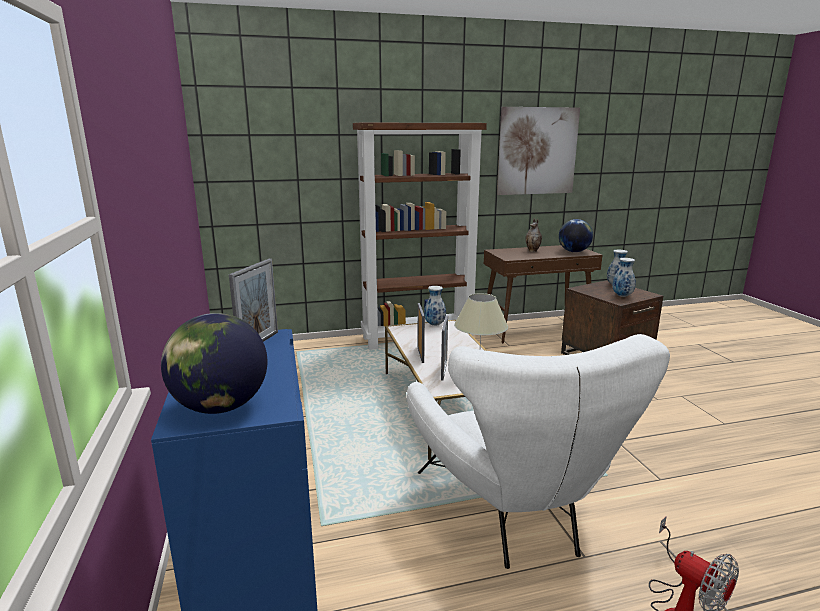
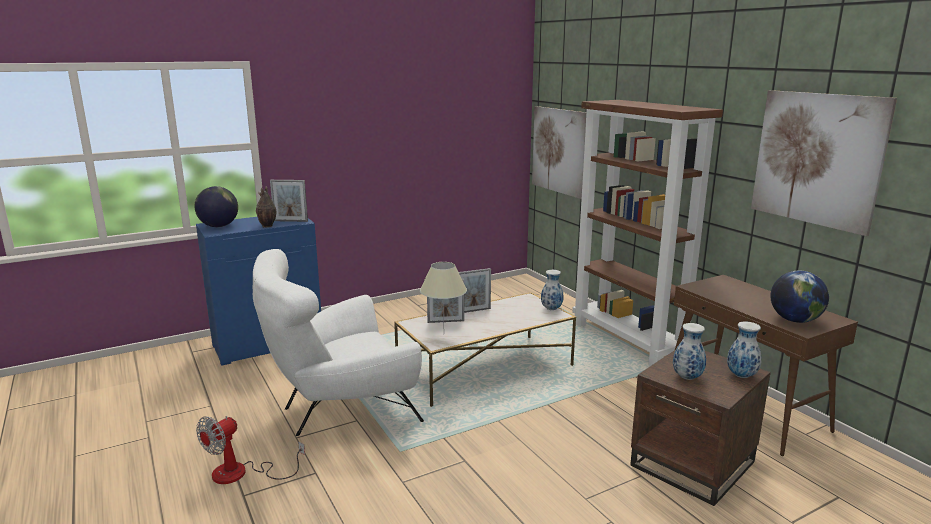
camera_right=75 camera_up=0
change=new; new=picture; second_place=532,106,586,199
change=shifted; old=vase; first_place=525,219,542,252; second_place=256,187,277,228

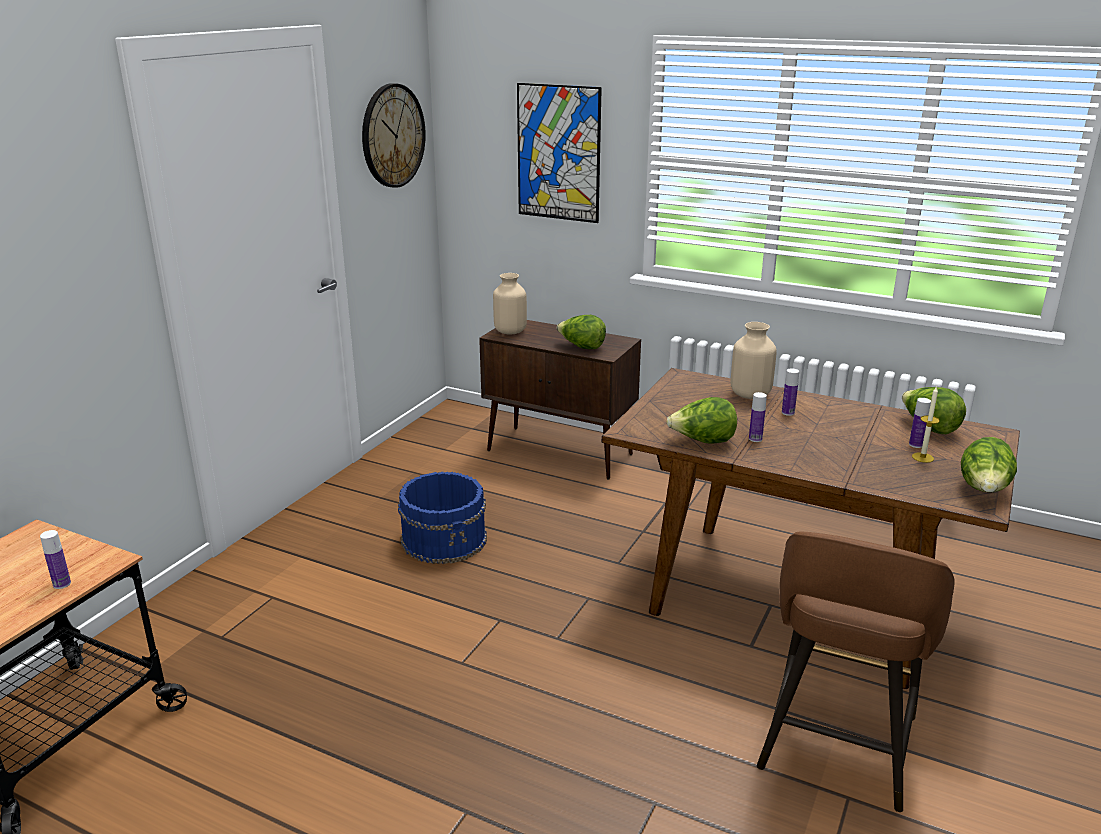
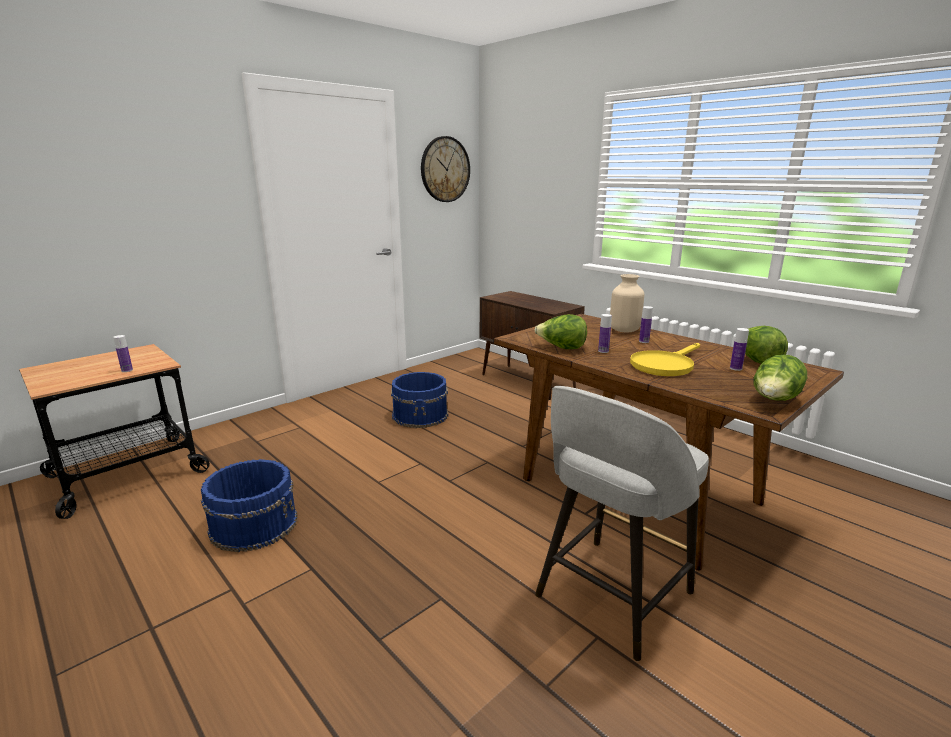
camera_right=20 camera_up=-5
change=gone; old=beige vase; first_place=493,273,527,335
change=gone; old=picture; first_place=517,83,602,223
change=gone; old=lettuce; first_place=557,315,606,349
change=gone; old=candle; first_place=912,386,940,463
change=new; new=blue bucket; second_place=201,459,298,552
change=new; new=yellow frying pan; second_place=630,343,700,376
change=repainted; old=brown stool; new=grey stool; first_place=757,532,955,812; second_place=535,386,709,661

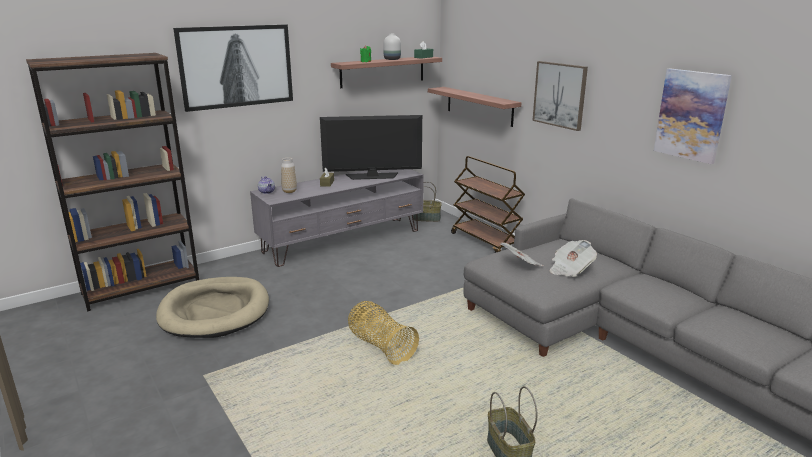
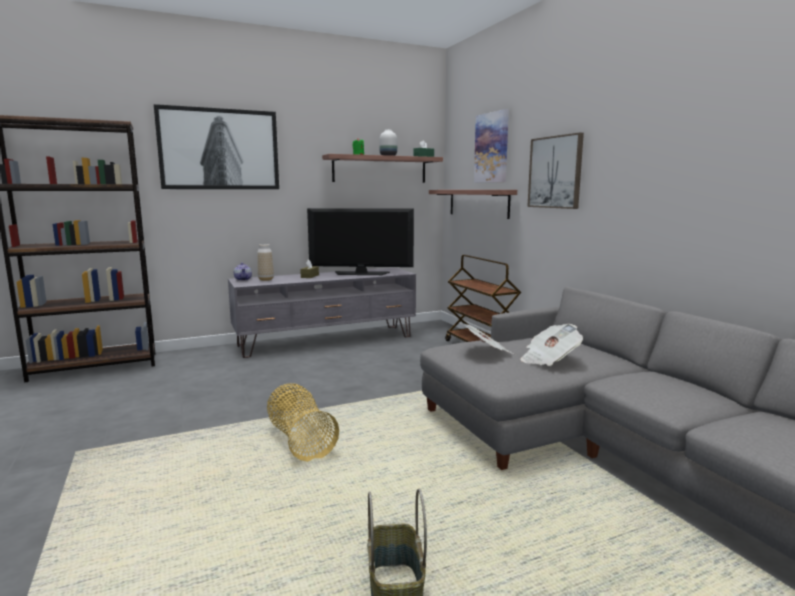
camera_right=10 camera_up=-10
change=gone; old=beige dog bed; first_place=156,277,269,338
change=gone; old=basket; first_place=413,182,442,222
change=shifted; old=picture; first_place=654,68,732,164; second_place=474,109,509,183

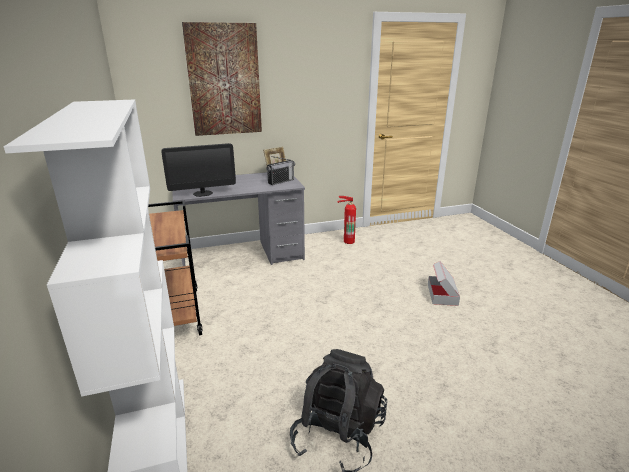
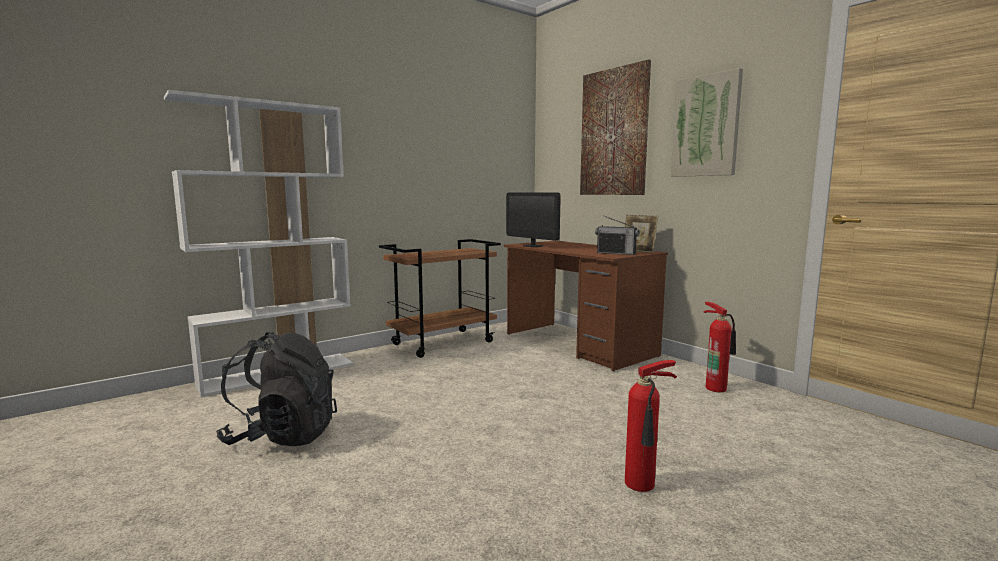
camera_right=70 camera_up=-15
change=new; new=picture; second_place=671,68,743,177
change=swapped; old=cardboard box; new=fire extinguisher; first_place=428,261,460,306; second_place=625,360,677,492
change=repainted; old=grey desk; new=brown desk; first_place=172,172,305,266; second_place=504,241,668,371

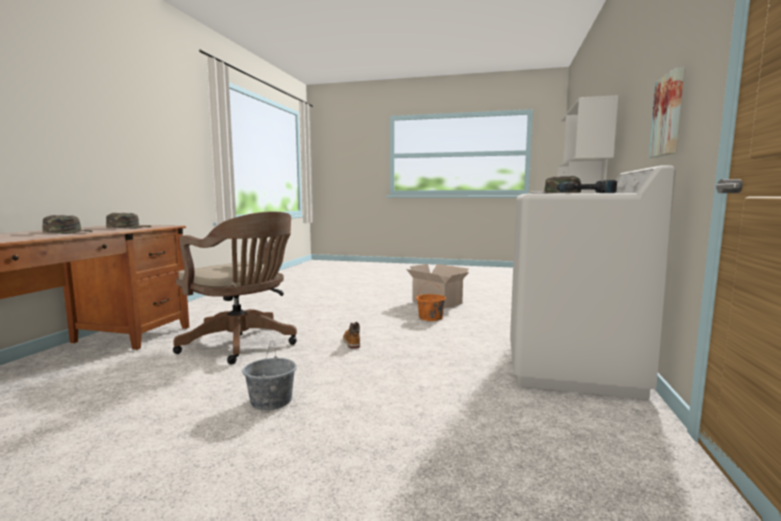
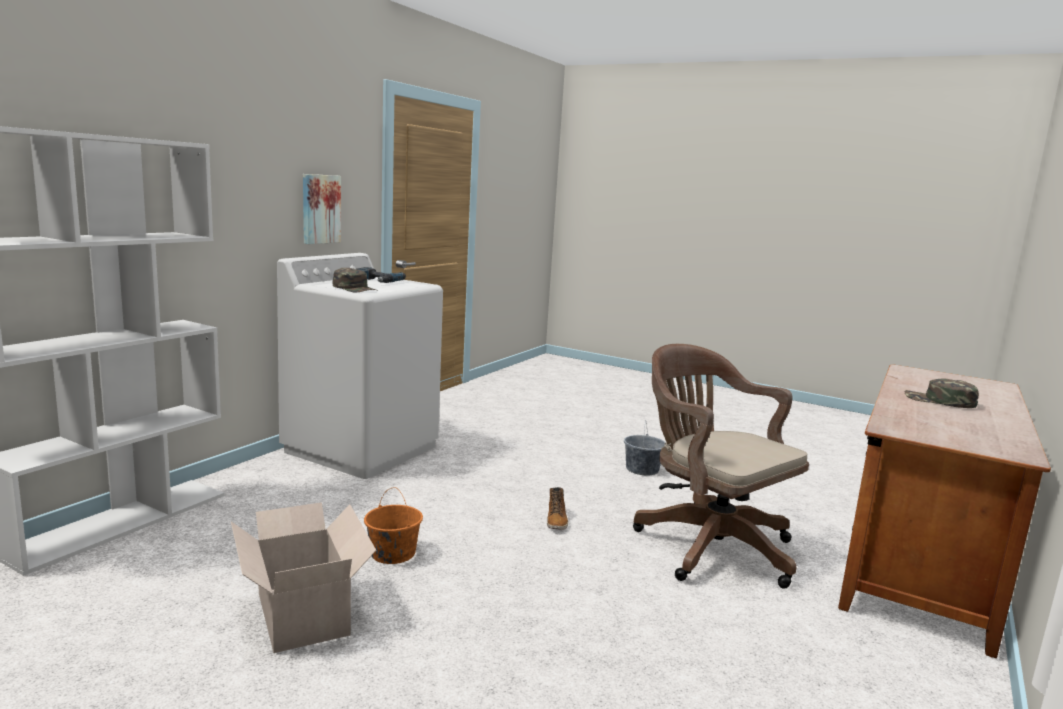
camera_right=-165 camera_up=5
change=gone; old=green cap; first_place=106,213,152,229

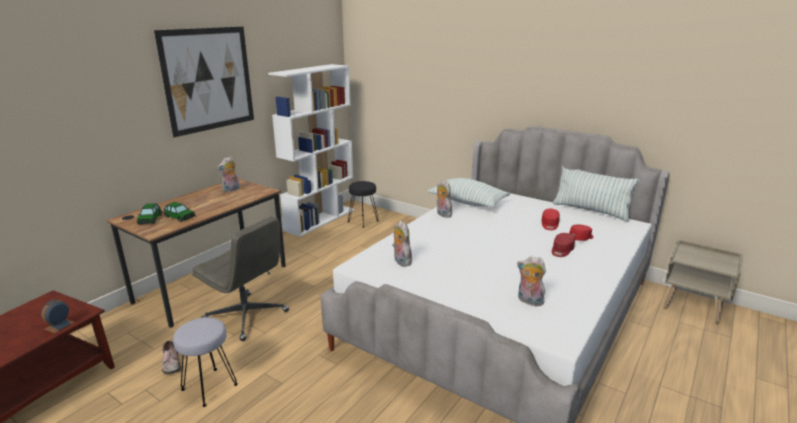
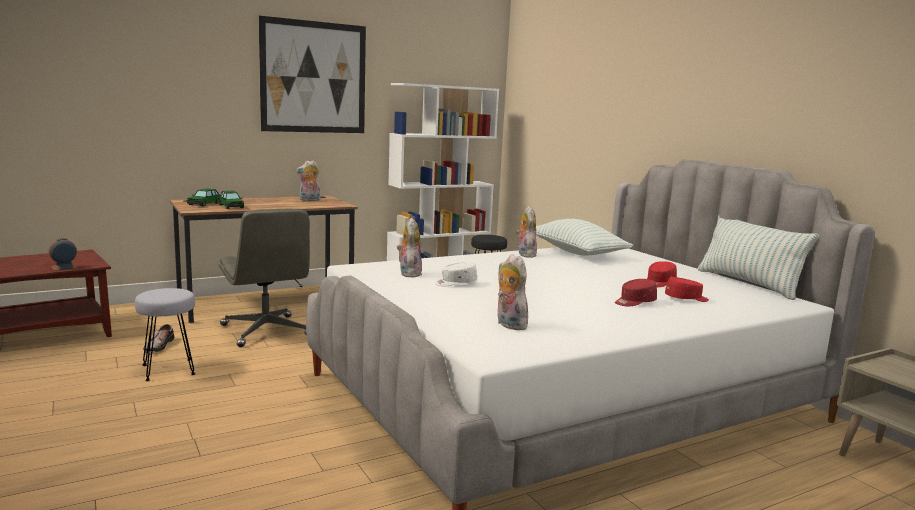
camera_right=25 camera_up=-10
change=new; new=white cap; second_place=434,262,477,286

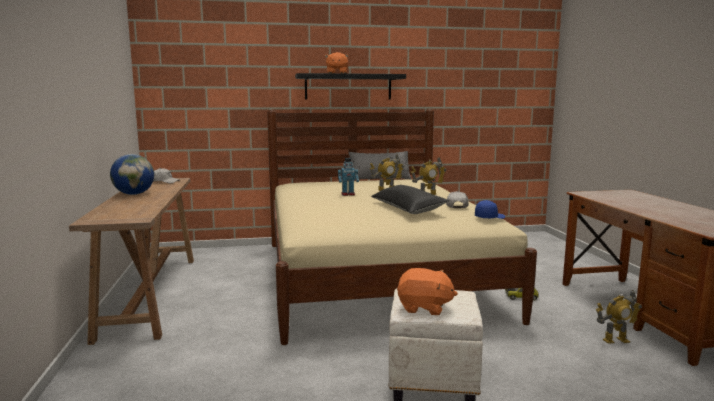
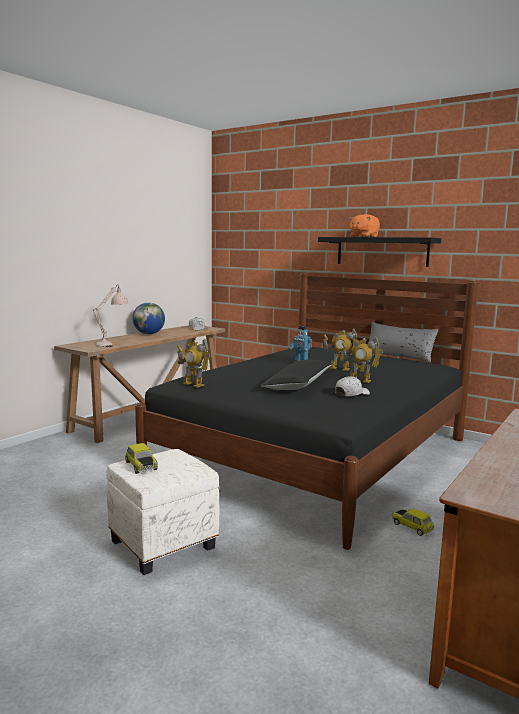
camera_right=45 camera_up=0
change=gone; old=blue cap; first_place=475,200,505,219
change=new; new=beige table lamp; second_place=93,284,128,347
change=shifted; old=toy robot; first_place=596,290,642,344; second_place=177,339,210,388
change=swapped; old=orange plush toy; new=toy car; first_place=397,268,458,315; second_place=125,443,158,474
change=repainted; old=beige bed; new=black bed; first_place=267,109,537,345; second_place=135,273,478,550

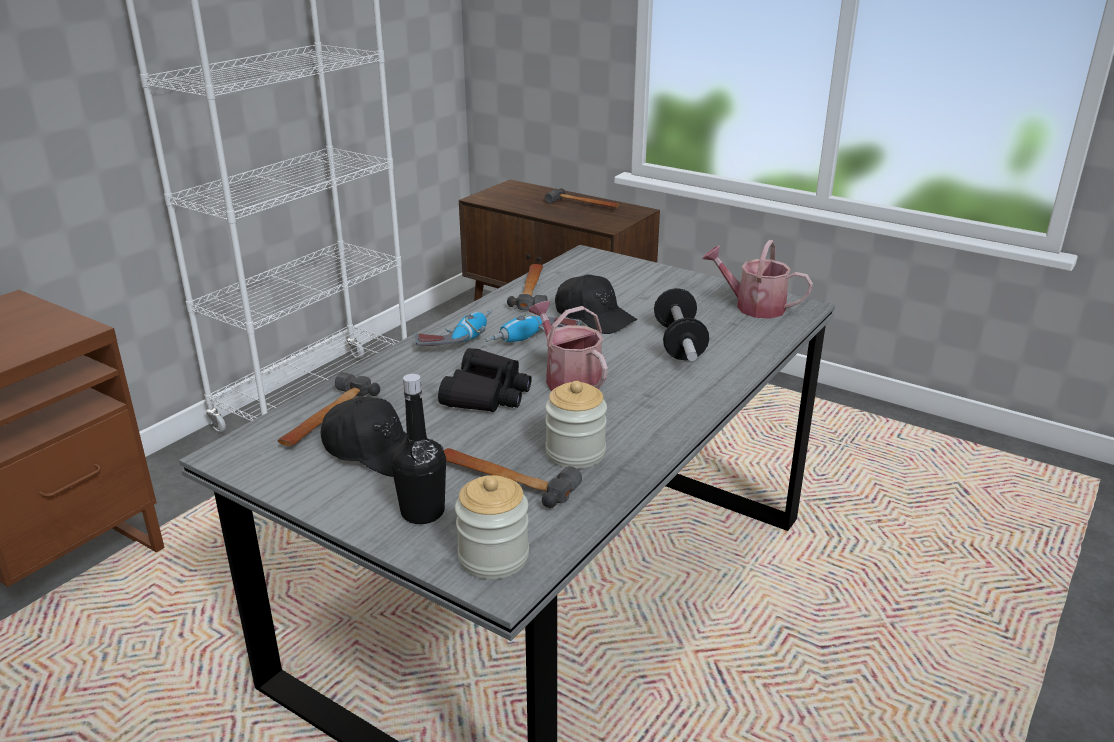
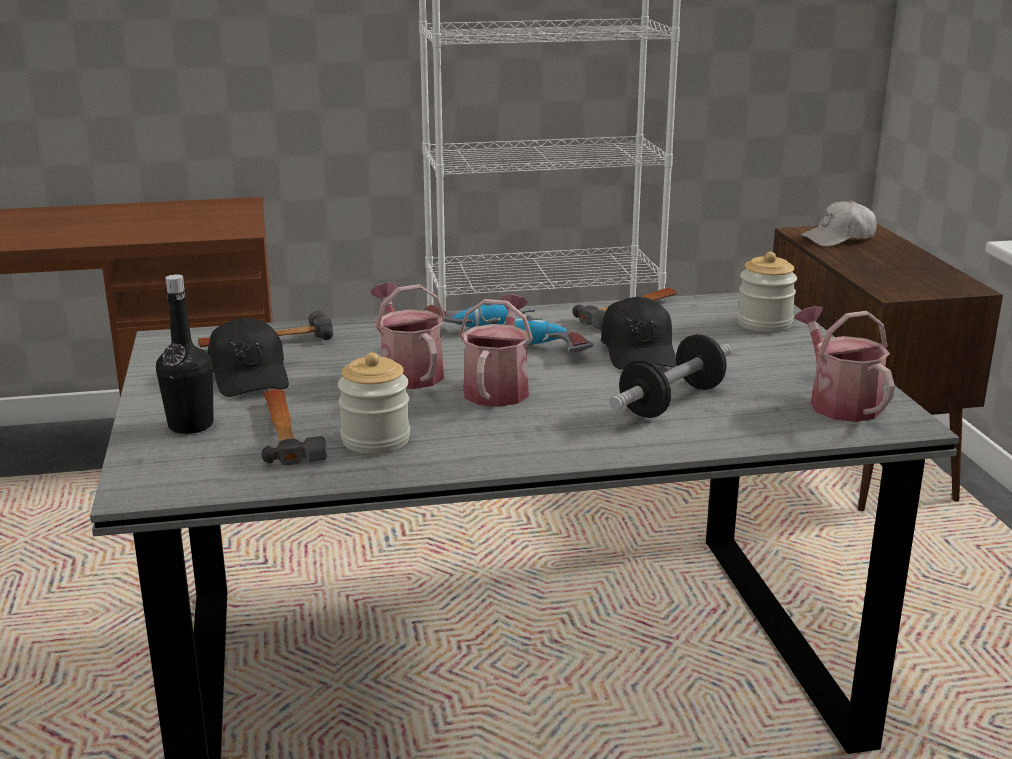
camera_right=45 camera_up=-5
change=gone; old=hammer; first_place=545,188,620,208
change=new; new=white cap; second_place=800,201,877,247
change=shifted; old=jar; first_place=455,475,529,579; second_place=737,252,797,332
change=swapped; old=black binoculars; new=watering can; first_place=438,348,532,412; second_place=370,282,445,389

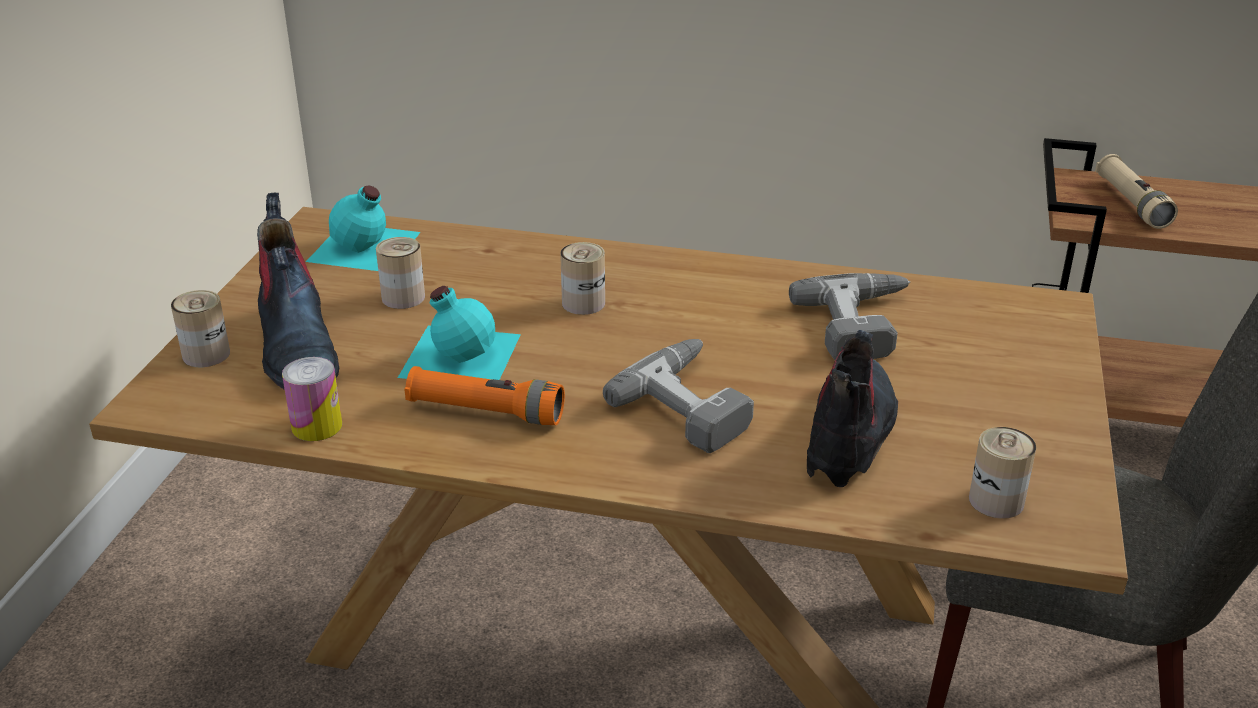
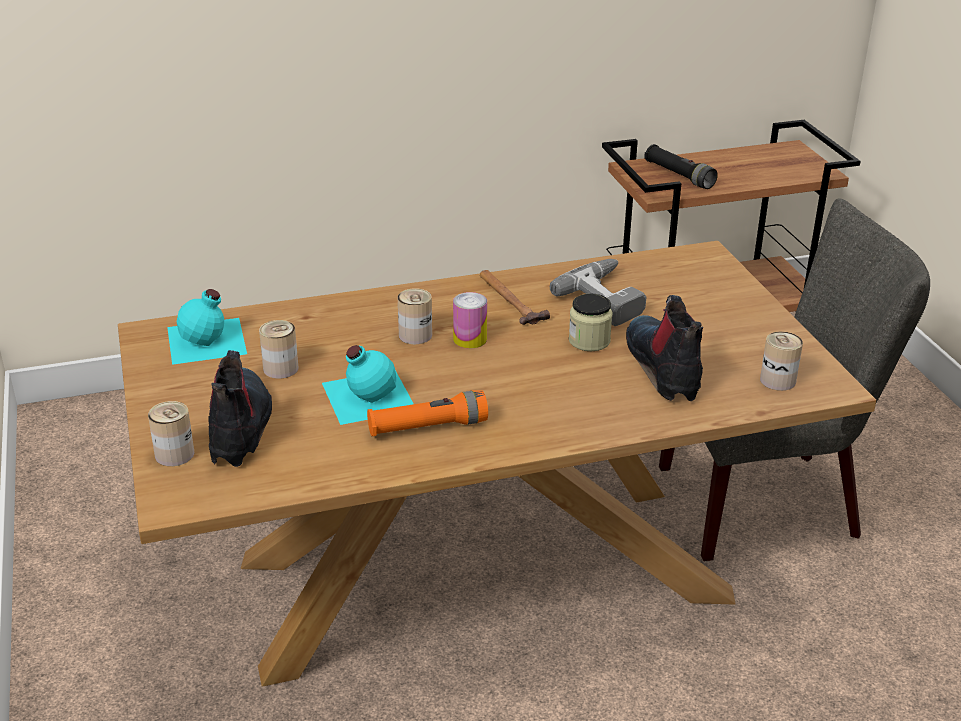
camera_right=-30 camera_up=0
change=gone; old=power drill; first_place=603,339,754,453
change=new; new=hammer; second_place=480,270,550,325
change=new; new=jar; second_place=569,294,613,351
change=shifted; old=can; first_place=282,357,342,441; second_place=453,292,487,348
change=repainted; old=beige flashlight; new=black flashlight; first_place=1095,154,1178,229; second_place=644,144,718,189
change=rotated; old=boot; first_place=257,192,339,390; second_place=209,350,272,467; degrees=-135

